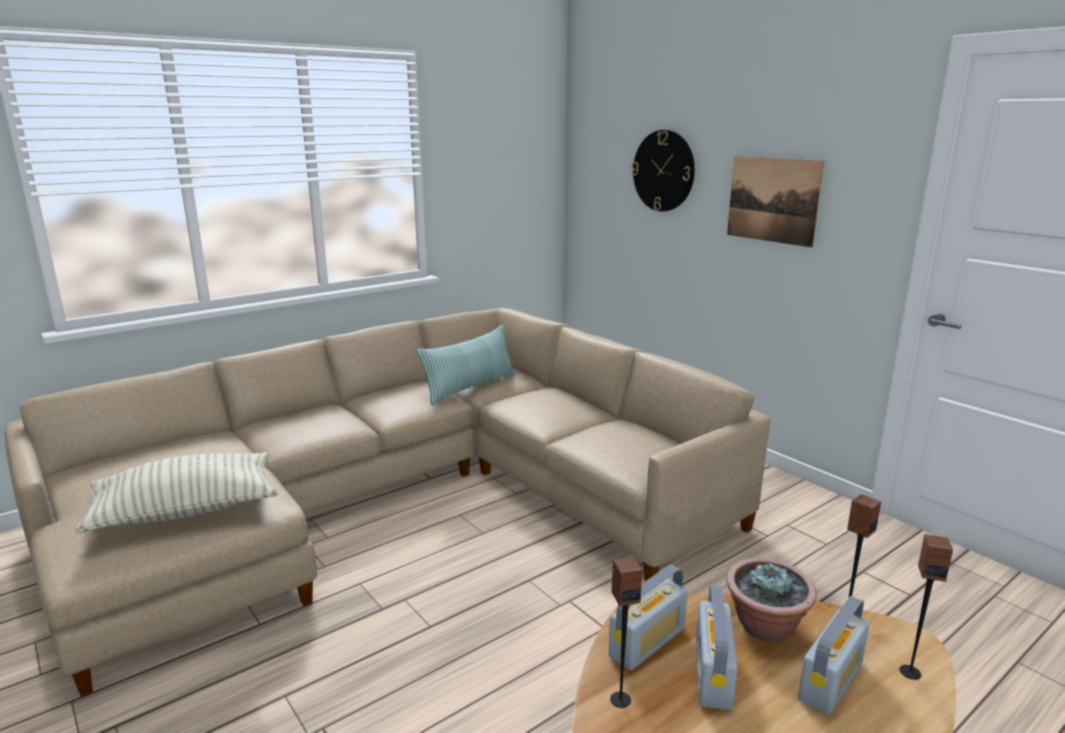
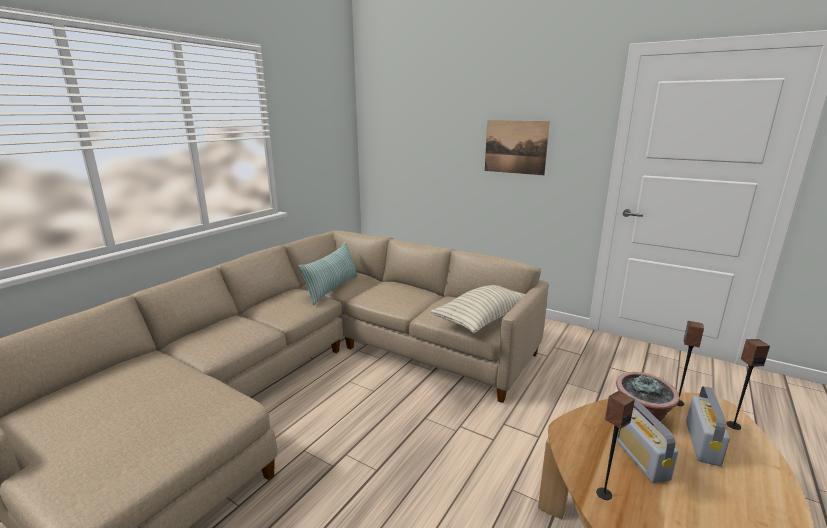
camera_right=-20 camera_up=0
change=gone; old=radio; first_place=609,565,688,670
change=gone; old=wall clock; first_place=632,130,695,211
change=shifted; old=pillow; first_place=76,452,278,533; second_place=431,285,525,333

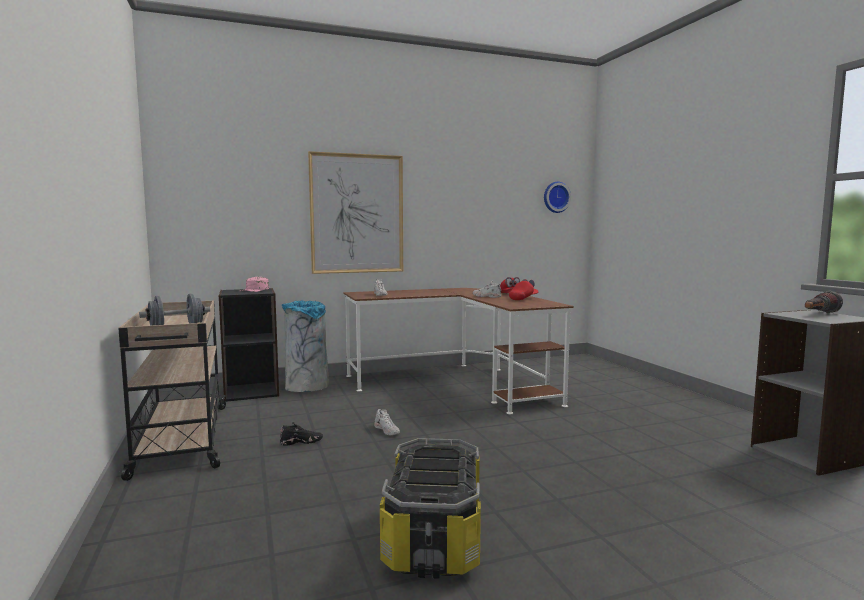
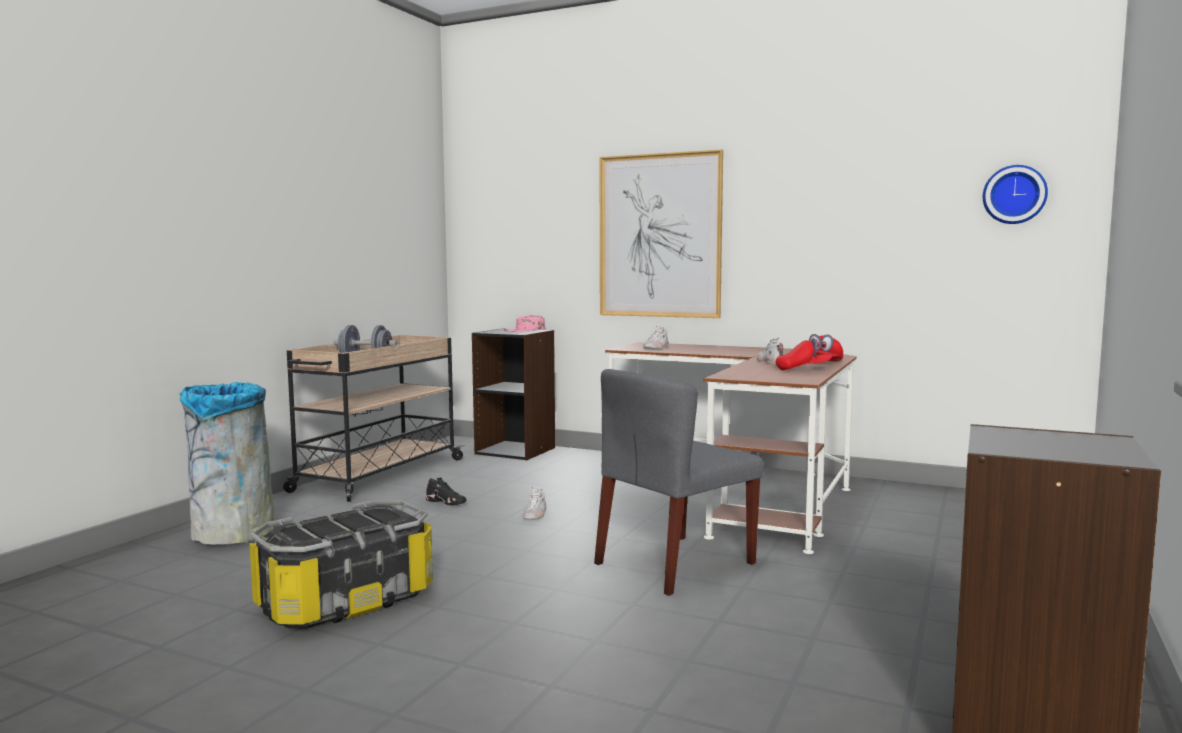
camera_right=45 camera_up=0
change=gone; old=flashlight; first_place=805,291,843,313
change=new; new=grey chair; second_place=594,369,764,596
change=shifted; old=grey trash can; first_place=282,300,329,392; second_place=179,382,275,544

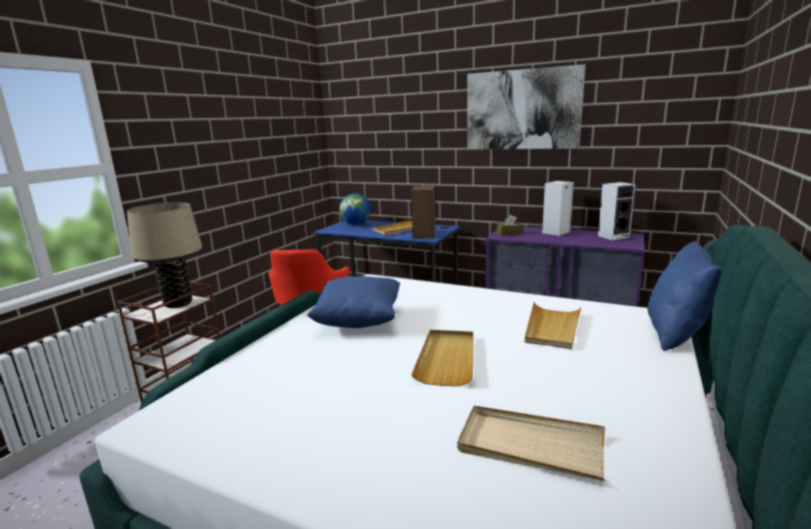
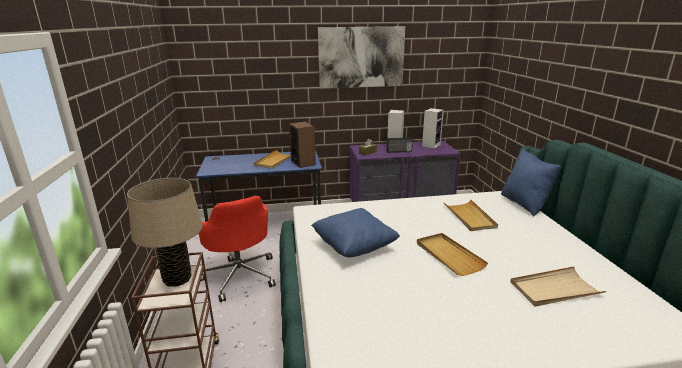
camera_right=-35 camera_up=5
change=gone; old=globe; first_place=340,193,371,225
change=new; new=radio; second_place=387,137,413,153

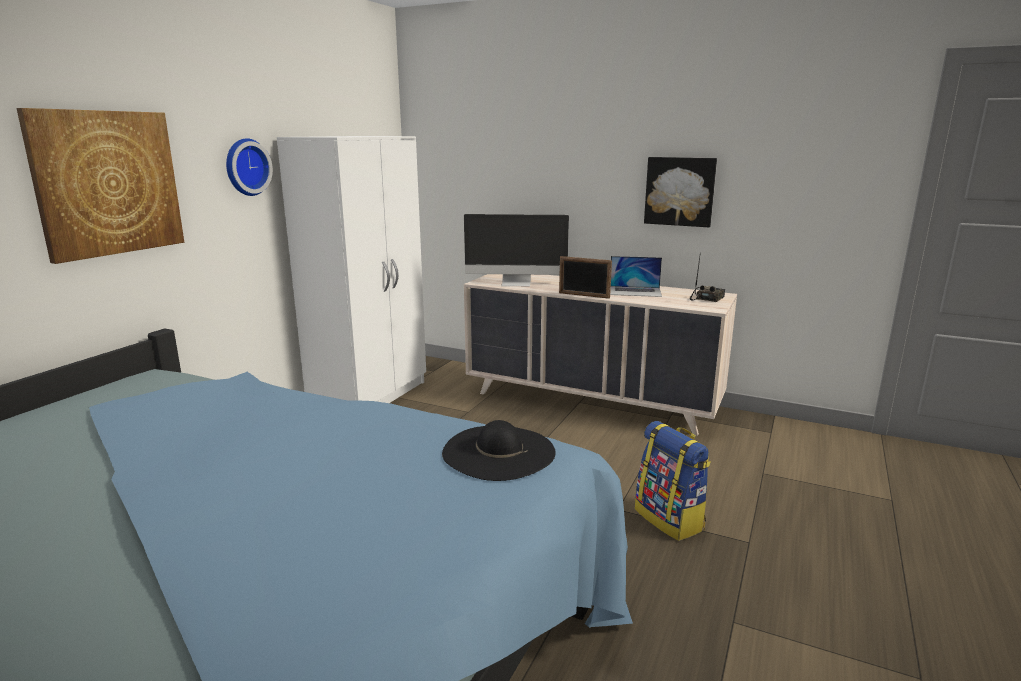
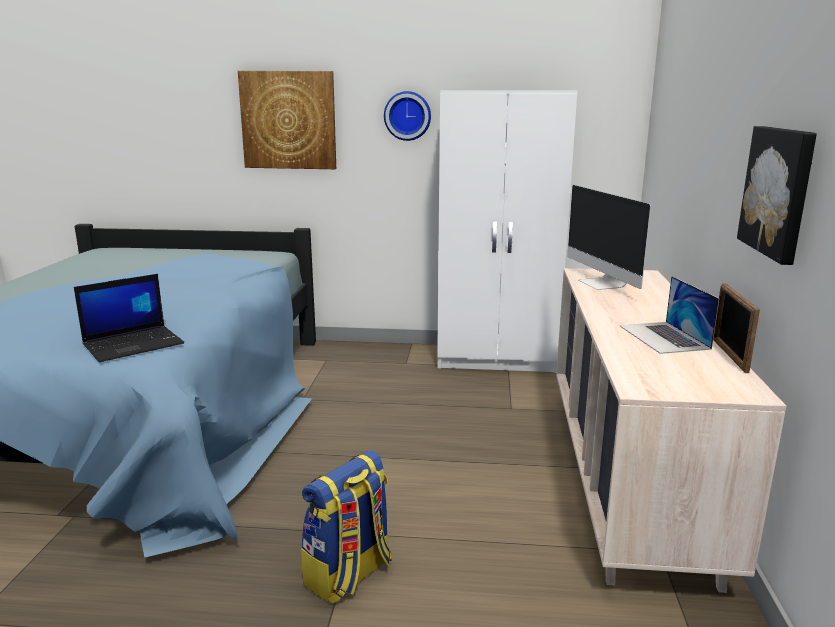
camera_right=70 camera_up=0
change=gone; old=radio; first_place=690,252,725,302
change=shifted; old=picture frame; first_place=559,256,612,299; second_place=713,283,760,373
change=swapped; old=black hat; new=laptop; first_place=442,420,556,481; second_place=74,274,184,362

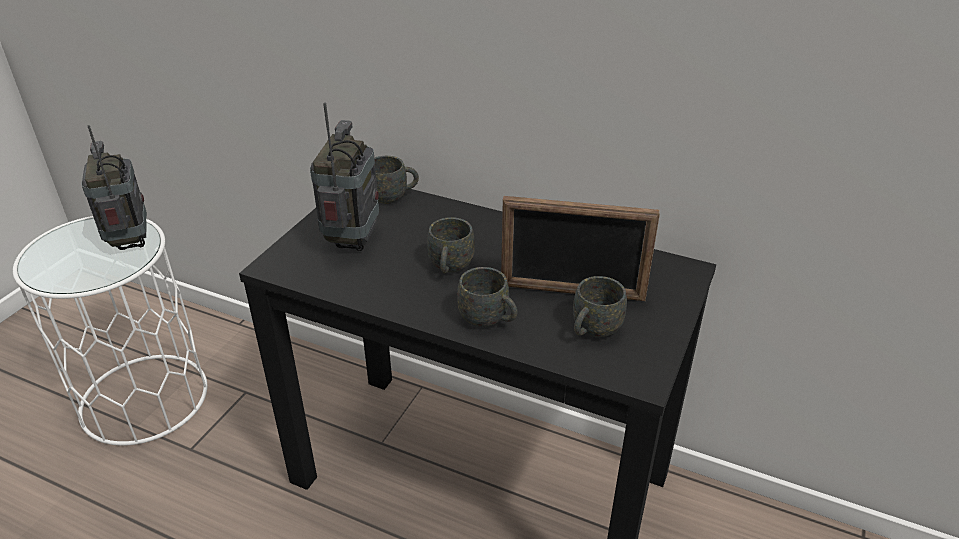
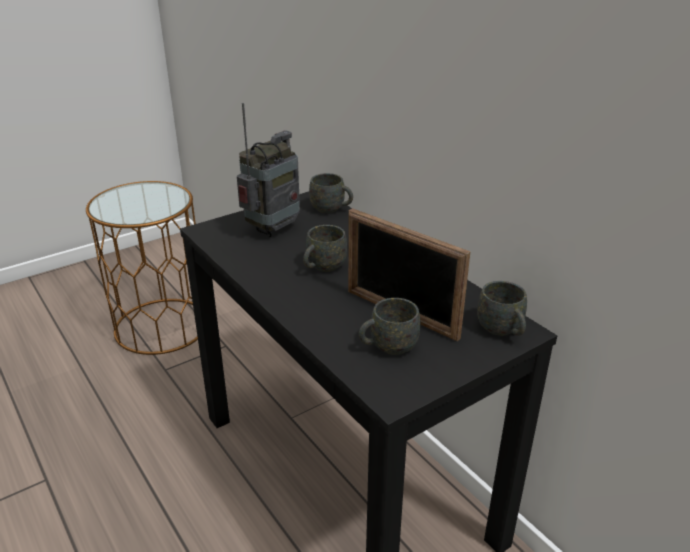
camera_right=30 camera_up=-5
change=gone; old=radio; first_place=81,125,147,250
change=shifted; old=grey mug; first_place=457,267,518,327; second_place=477,281,527,336
change=repainted; old=white side table; new=brown side table; first_place=13,216,207,446; second_place=86,181,198,355

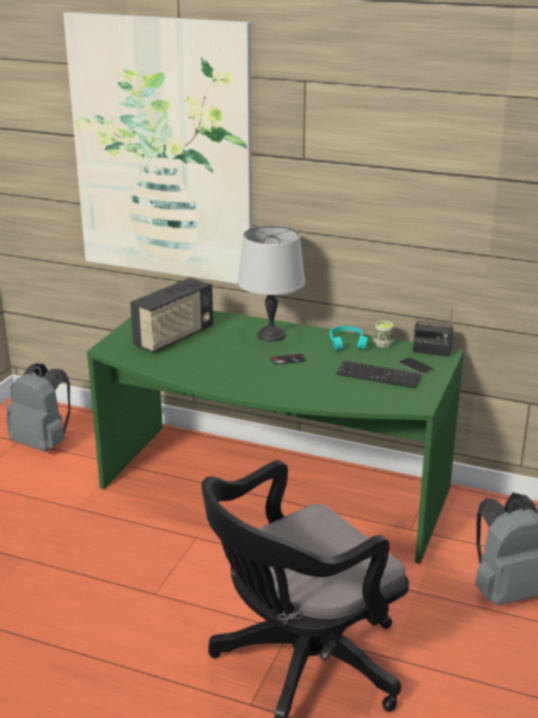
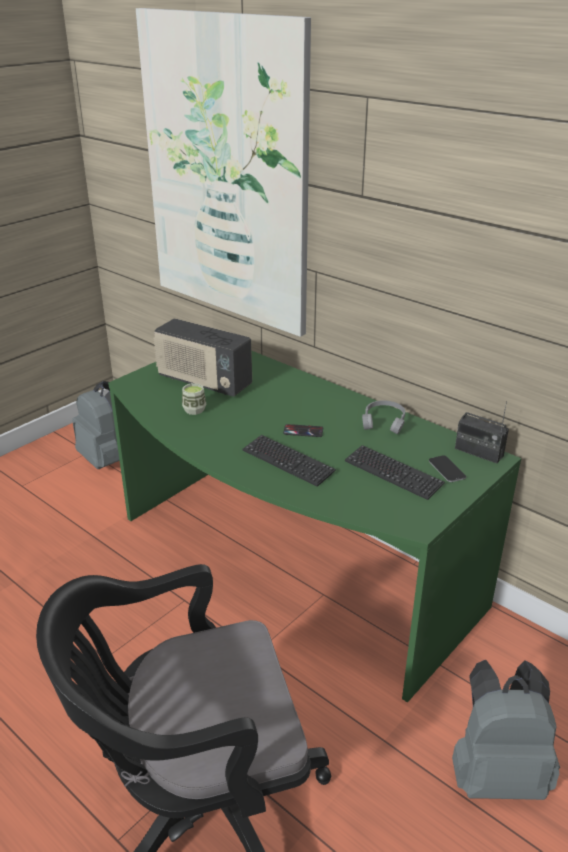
camera_right=20 camera_up=5
change=gone; old=grey table lamp; first_place=238,225,305,342
change=new; new=keyboard; second_place=242,435,336,487
change=shifted; old=cup; first_place=373,321,394,348; second_place=182,383,206,415
change=repainted; old=turquoise headphones; new=grey headphones; first_place=330,326,368,351; second_place=362,400,405,435
change=rotated; old=radio; first_place=130,277,213,353; second_place=153,318,252,397; degrees=60

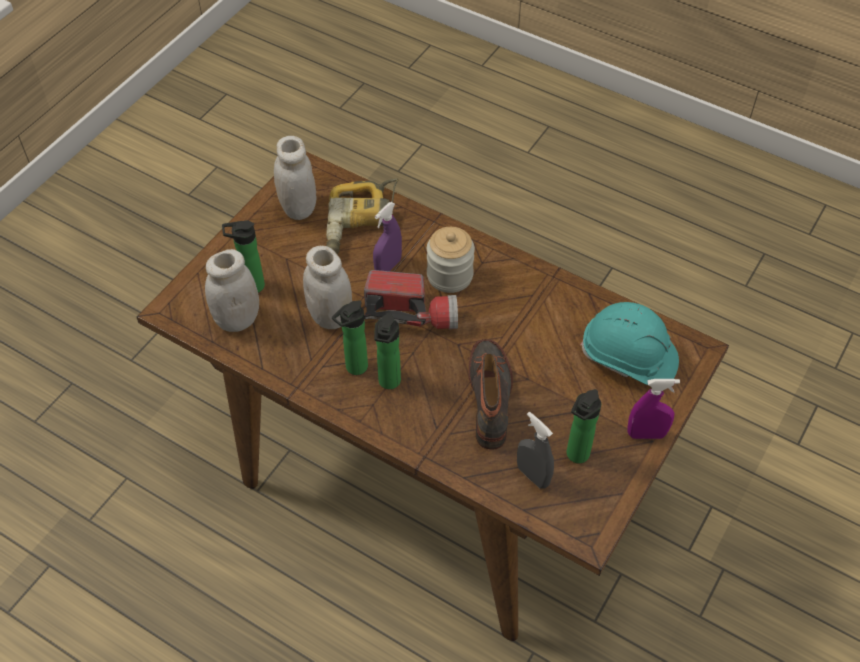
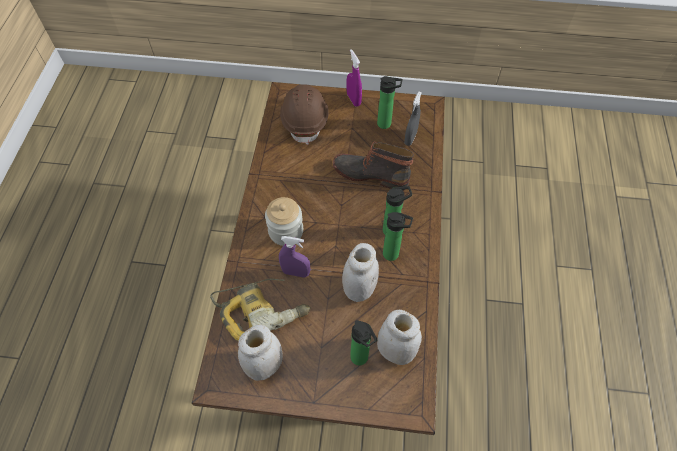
camera_right=-115 camera_up=5
change=gone; old=flashlight; first_place=364,270,458,329
change=repainted; old=turquoise hard hat; new=brown hard hat; first_place=580,302,679,385; second_place=280,84,329,145
change=rotated; old=boot; first_place=469,339,513,450; second_place=333,141,414,191; degrees=45

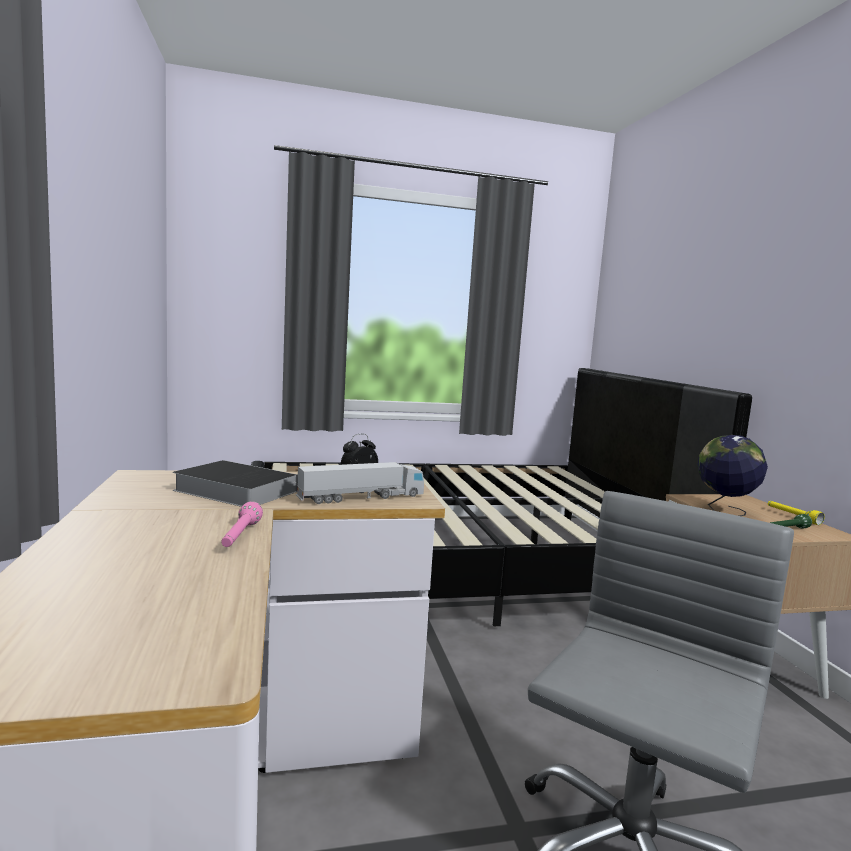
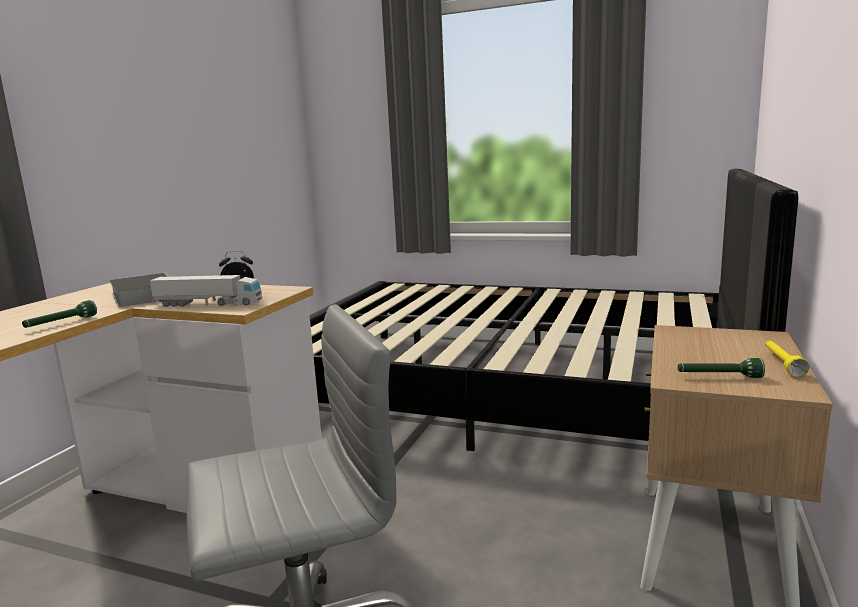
camera_right=35 camera_up=5
change=gone; old=globe; first_place=698,435,768,516
change=repainted; old=pink flashlight; new=green flashlight; first_place=221,501,263,547; second_place=22,300,97,328

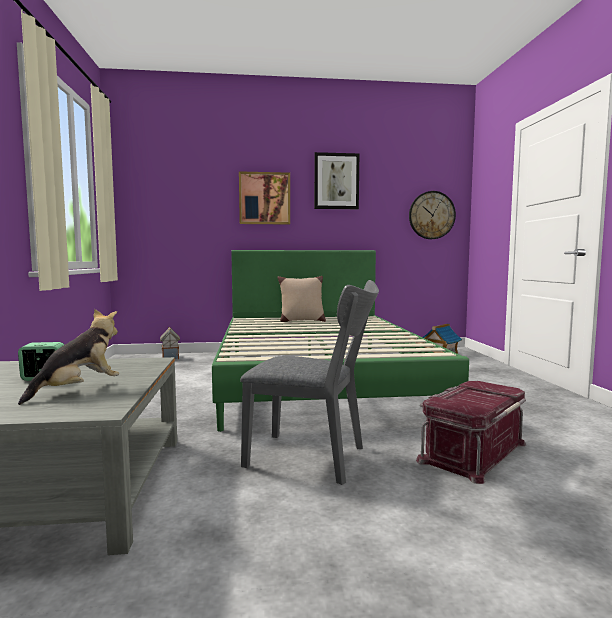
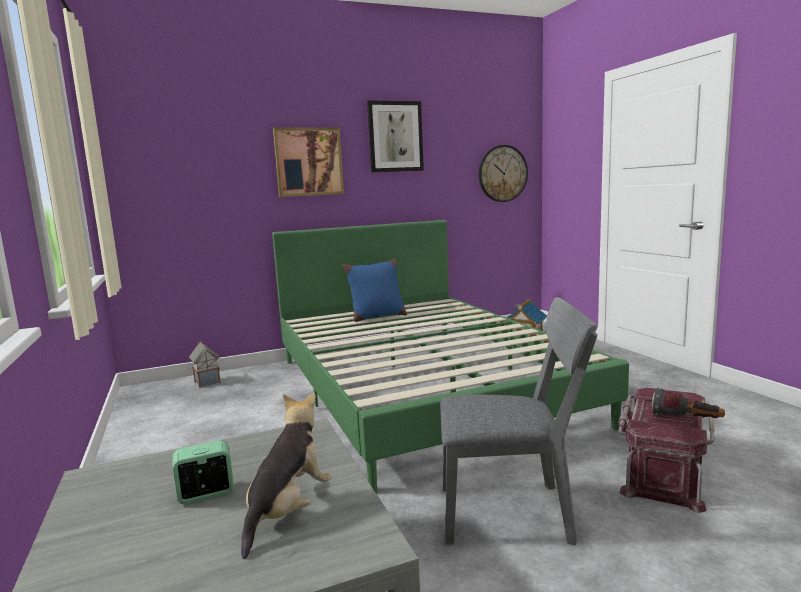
camera_right=-15 camera_up=5
change=new; new=flashlight; second_place=652,388,725,418
change=repainted; old=beige pillow; new=blue pillow; first_place=278,276,326,322; second_place=342,259,407,322

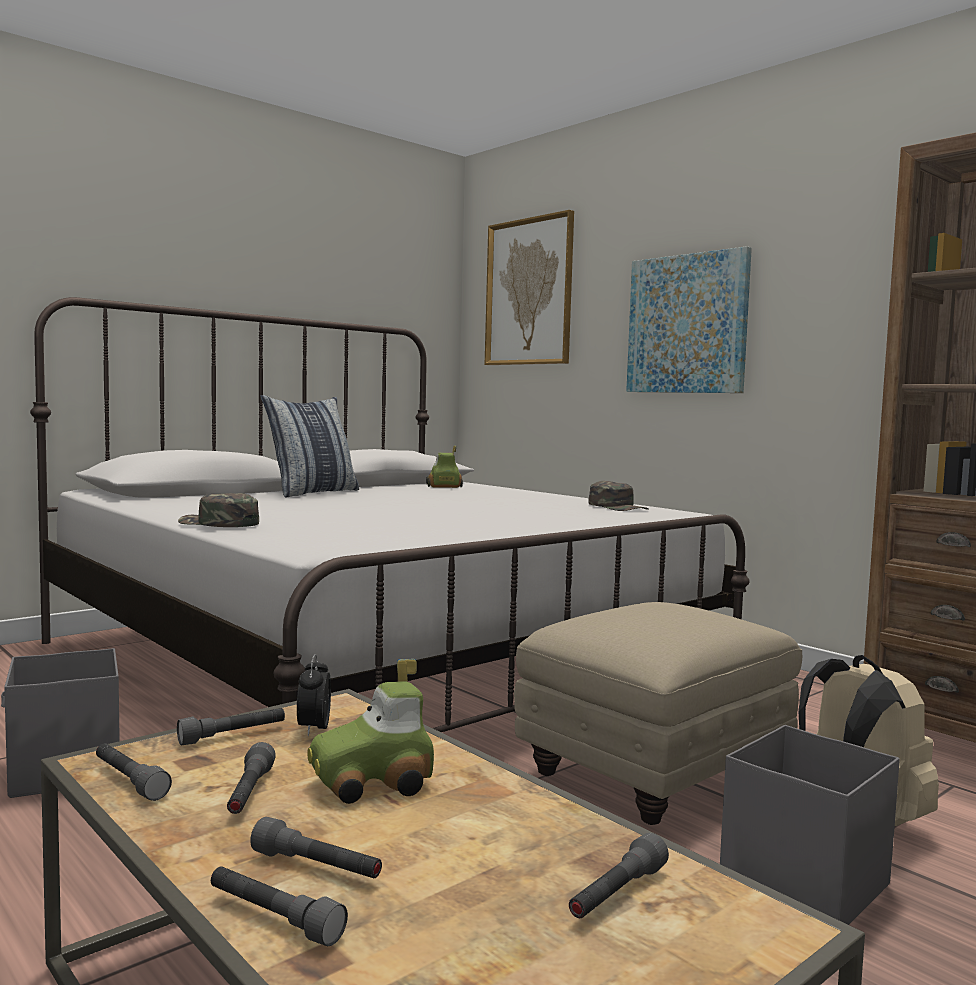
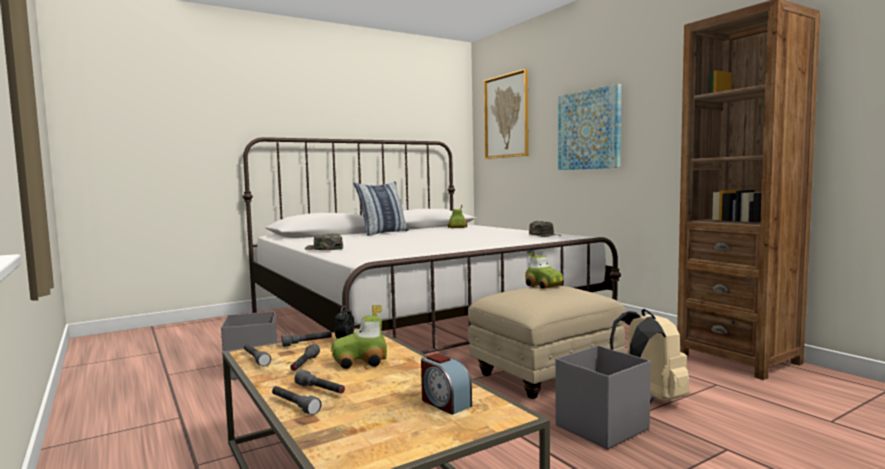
camera_right=10 camera_up=0
change=new; new=toy car; second_place=525,250,564,289
change=swapped; old=grey flashlight; new=alarm clock; first_place=569,833,669,918; second_place=421,353,472,415

